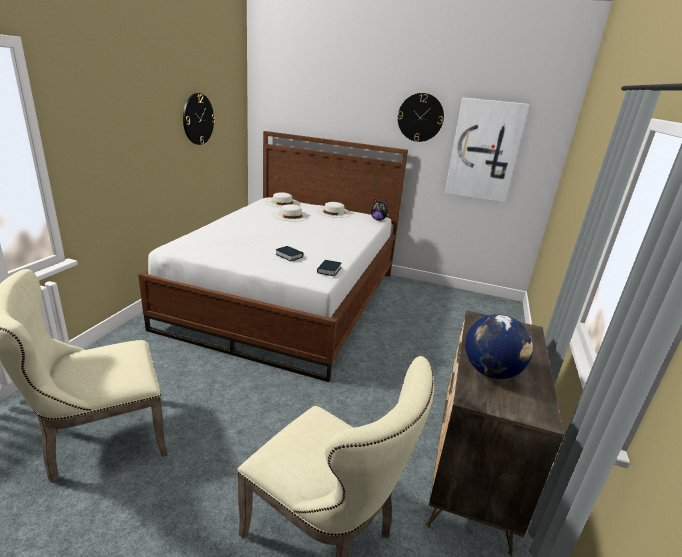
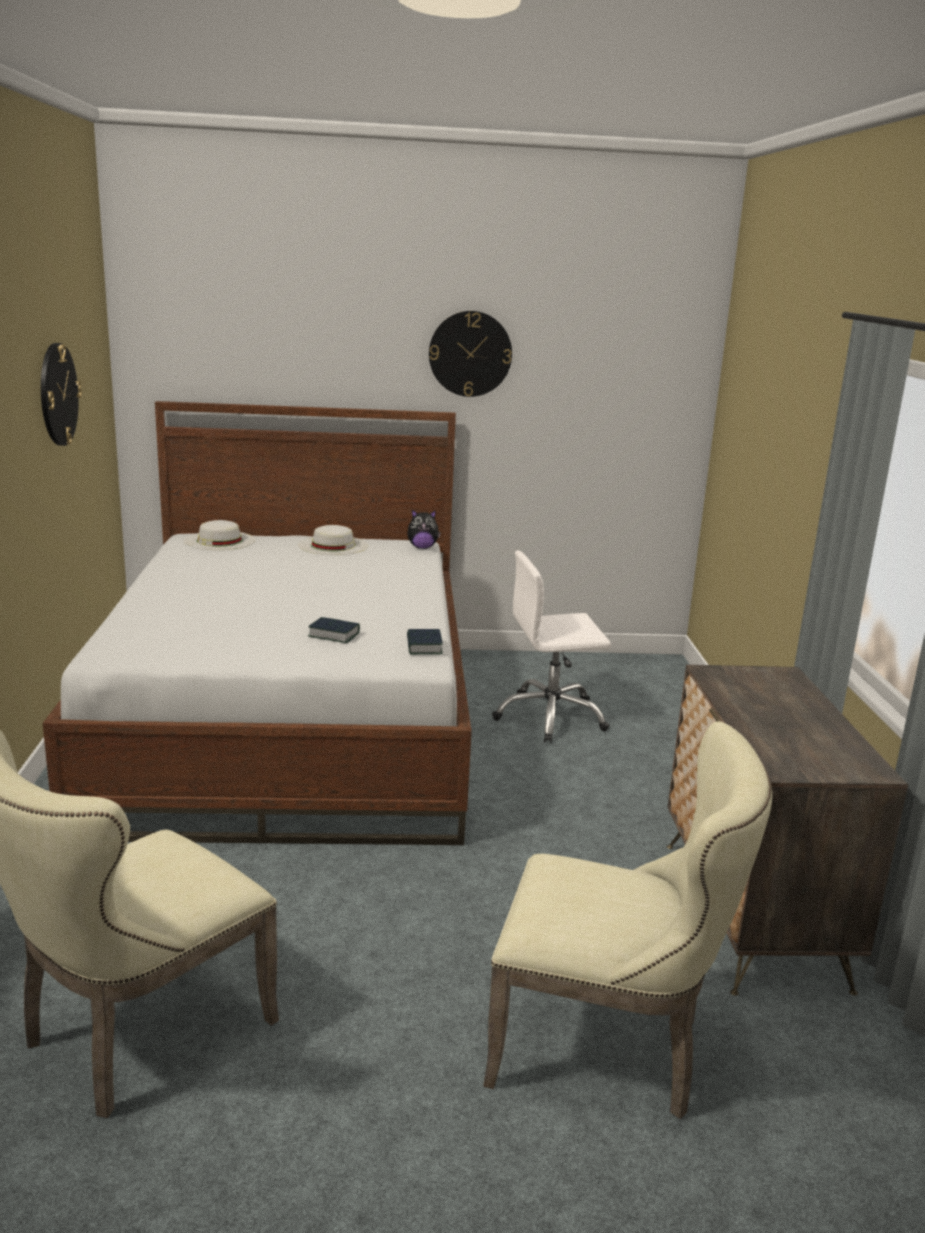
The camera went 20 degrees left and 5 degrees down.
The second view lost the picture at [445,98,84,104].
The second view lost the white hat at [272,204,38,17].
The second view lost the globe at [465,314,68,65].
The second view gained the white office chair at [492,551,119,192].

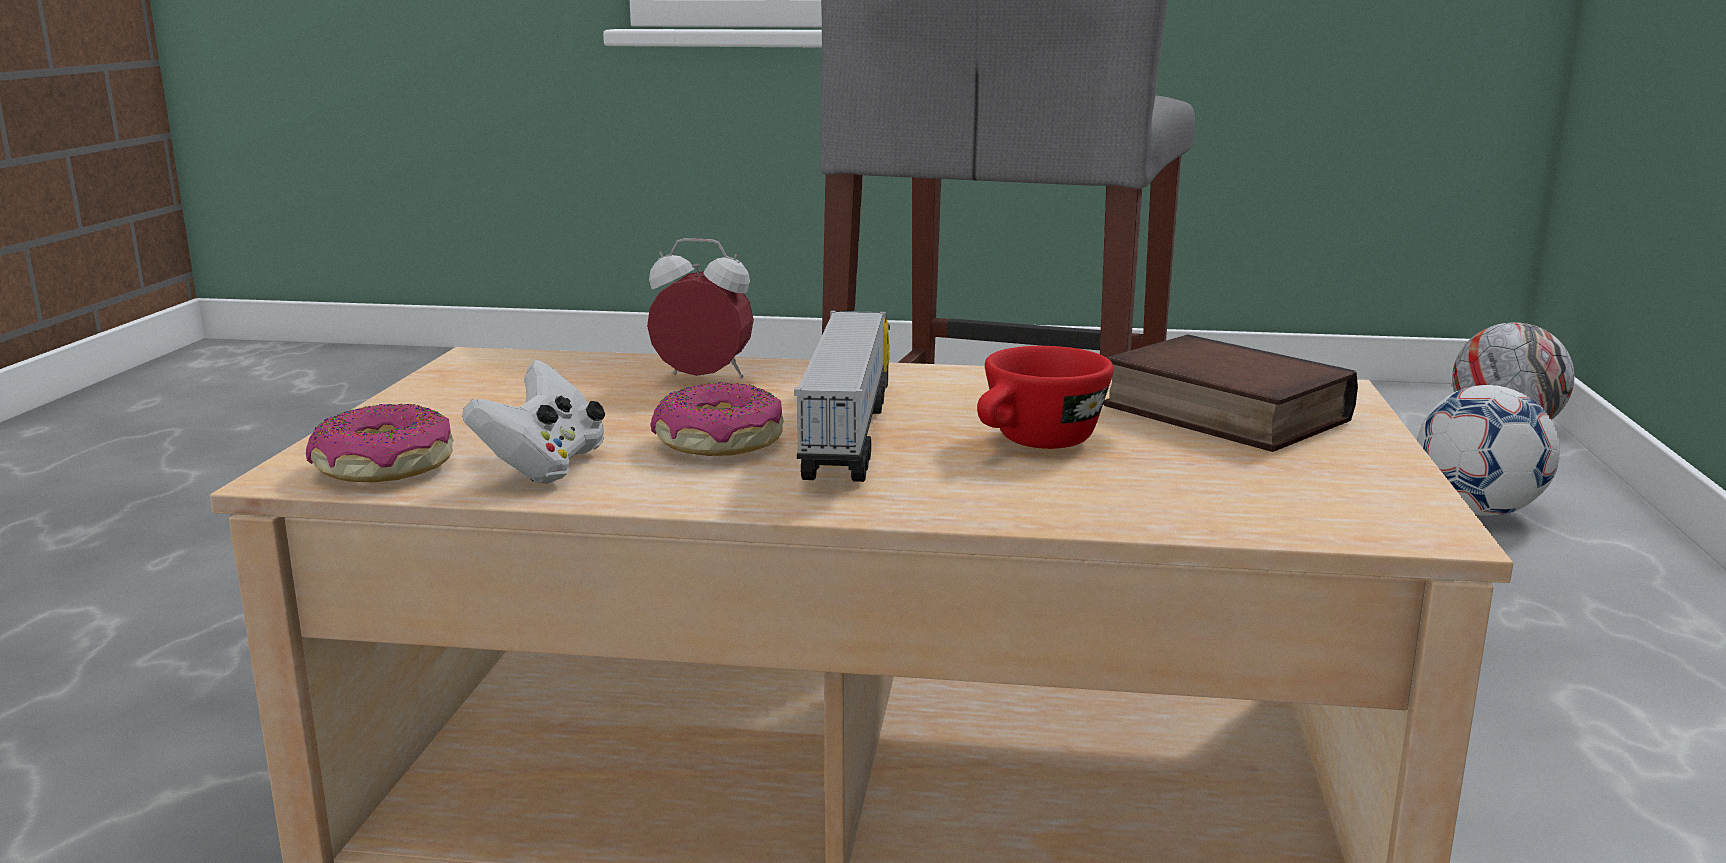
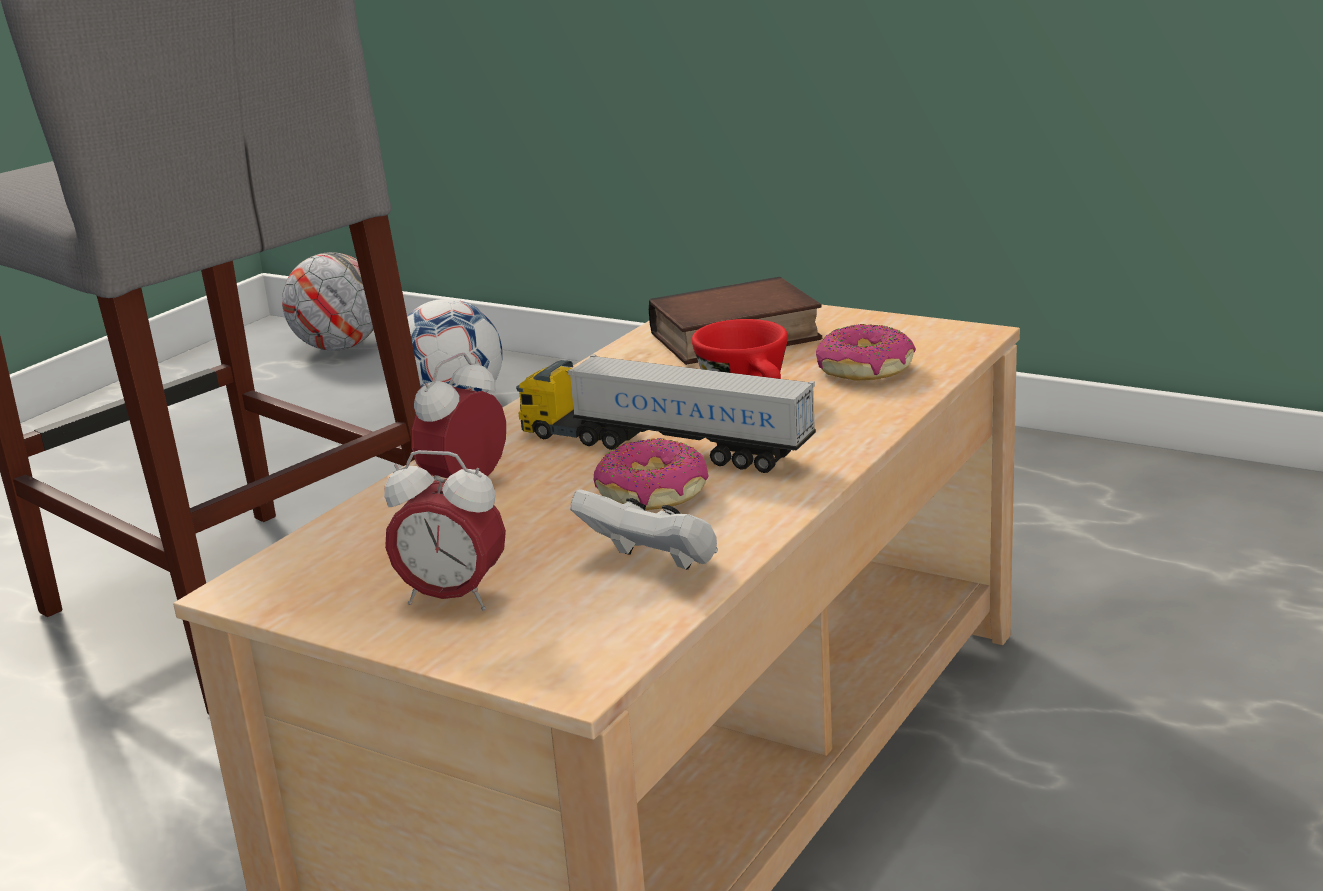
The camera went 65 degrees left and 5 degrees up.
The donut ended up elsewhere, having gone from [306,404,147,79] to [816,324,100,57].
The second view gained the alarm clock at [384,450,122,161].

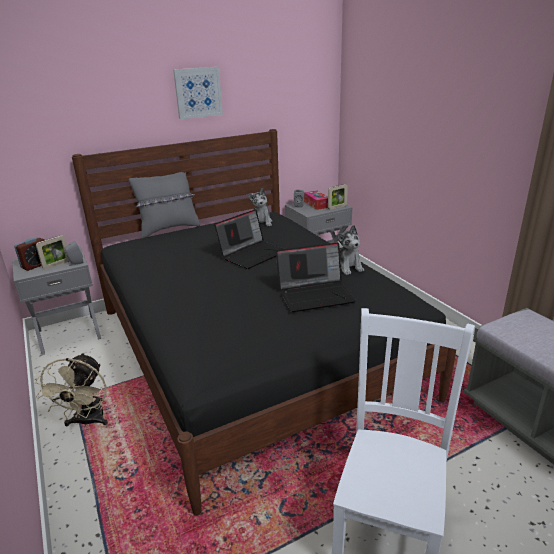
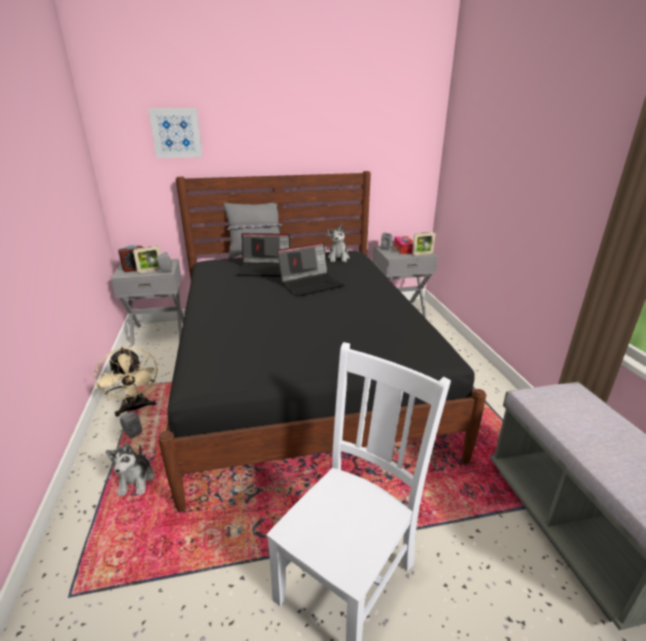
The camera went 15 degrees right and 0 degrees up.
The picture ended up elsewhere, having gone from [173,67,50,52] to [148,108,55,50].
The plush toy ended up elsewhere, having gone from [336,225,28,50] to [106,443,48,53].
The laptop ended up elsewhere, having gone from [276,242,80,70] to [236,233,54,44].
The beige fan at [36,353,72,75] ended up facing another way, 45 degrees counterclockwise from before.
The second view gained the grey speaker at [120,412,22,27].

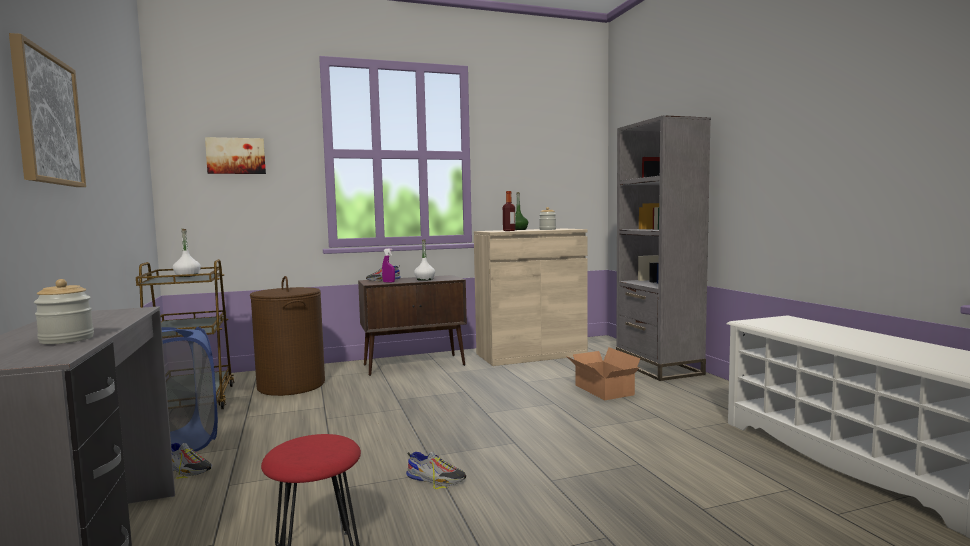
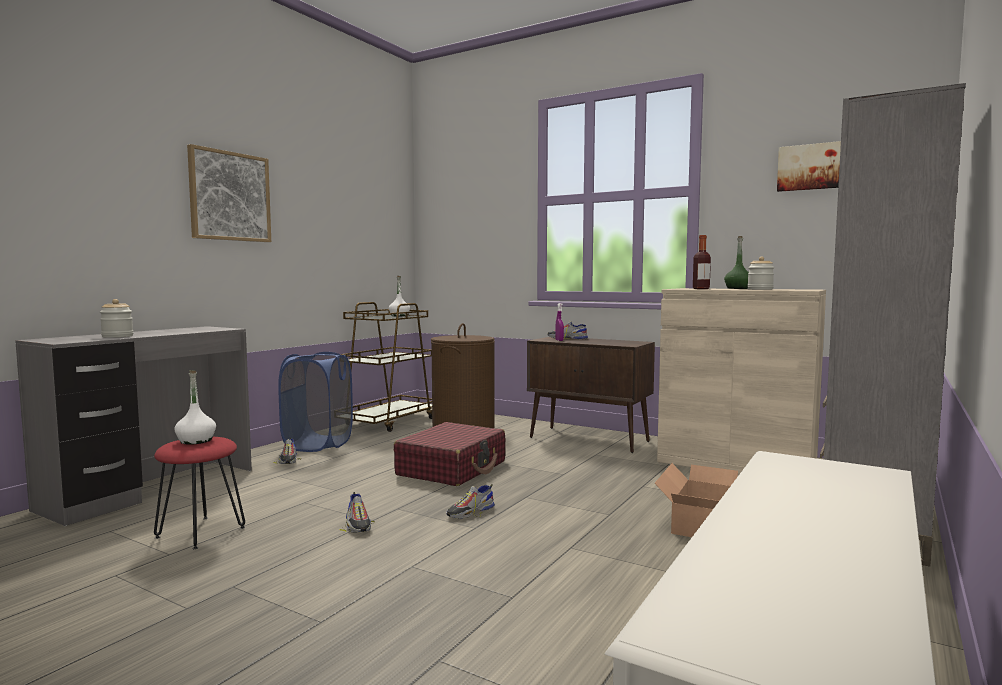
The camera went 50 degrees right and 0 degrees up.
The picture ended up elsewhere, having gone from [205,137,61,37] to [777,141,64,51].
The white bottle ended up elsewhere, having gone from [414,240,21,41] to [174,370,42,75].
The second view gained the red suitcase at [394,422,111,64].
The second view gained the shoe at [446,484,49,35].

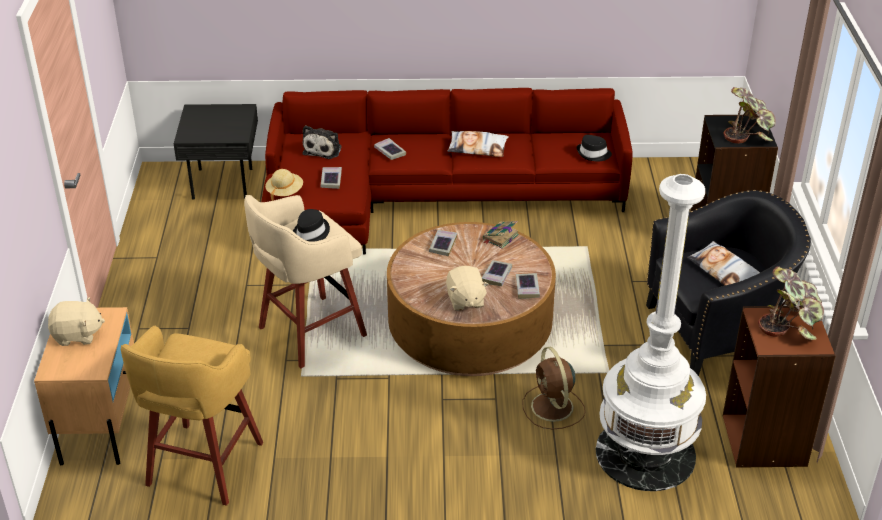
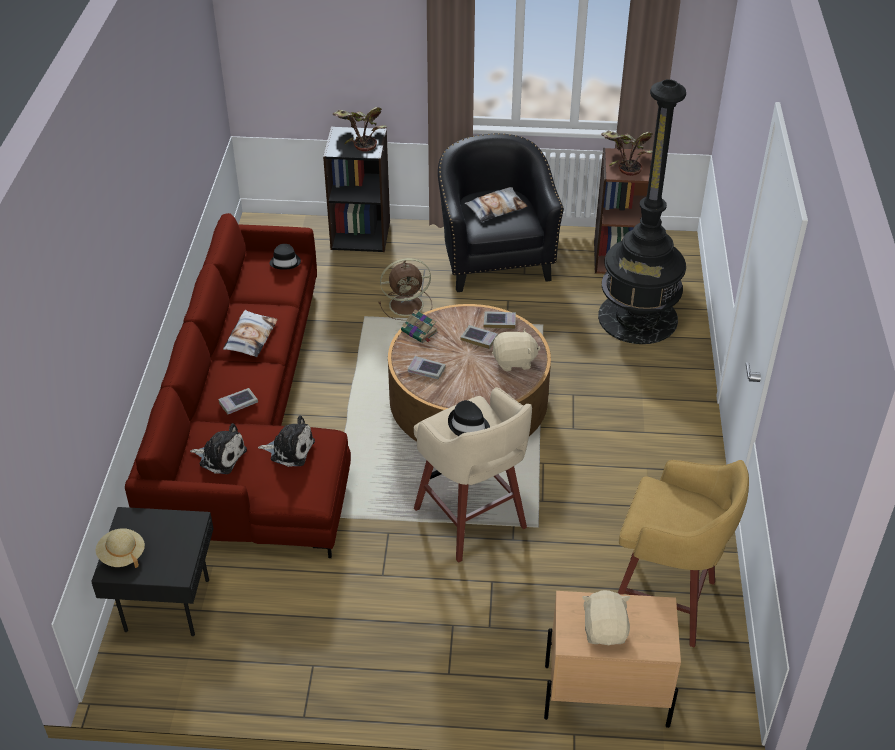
The camera went 85 degrees left and 5 degrees up.
Where the book stood at [321,167,21,22], the plush toy came to stand at [258,415,57,52].
The beige hat ended up elsewhere, having gone from [265,169,38,32] to [96,528,49,40].
What was the white floor lamp at [596,174,110,317] turned into the black floor lamp at [598,79,88,265].
The brown fan ended up elsewhere, having gone from [522,347,63,82] to [379,258,53,62].

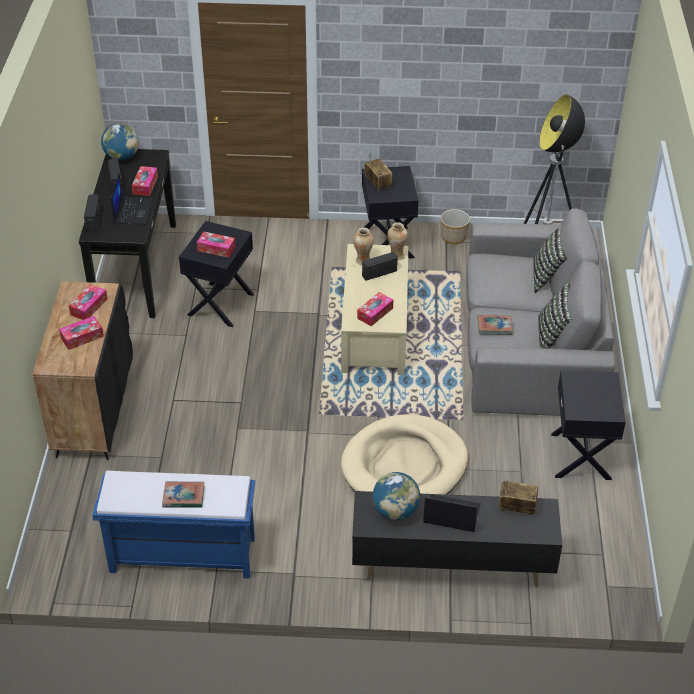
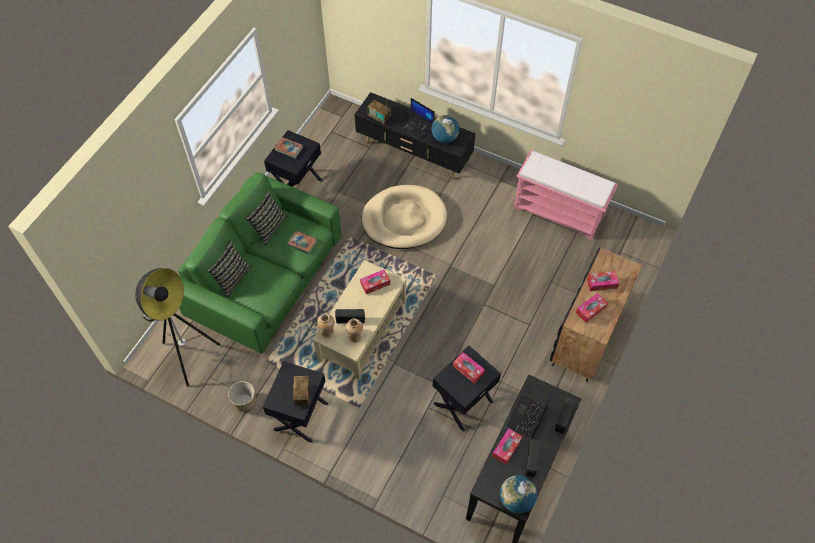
The camera went 155 degrees left and 15 degrees up.
What was the grey sofa at [466,208,149,208] turned into the green sofa at [178,173,164,181].
What was the blue bench at [92,470,163,109] turned into the pink bench at [514,150,104,90].
The book ended up elsewhere, having gone from [162,482,43,26] to [274,137,29,22].

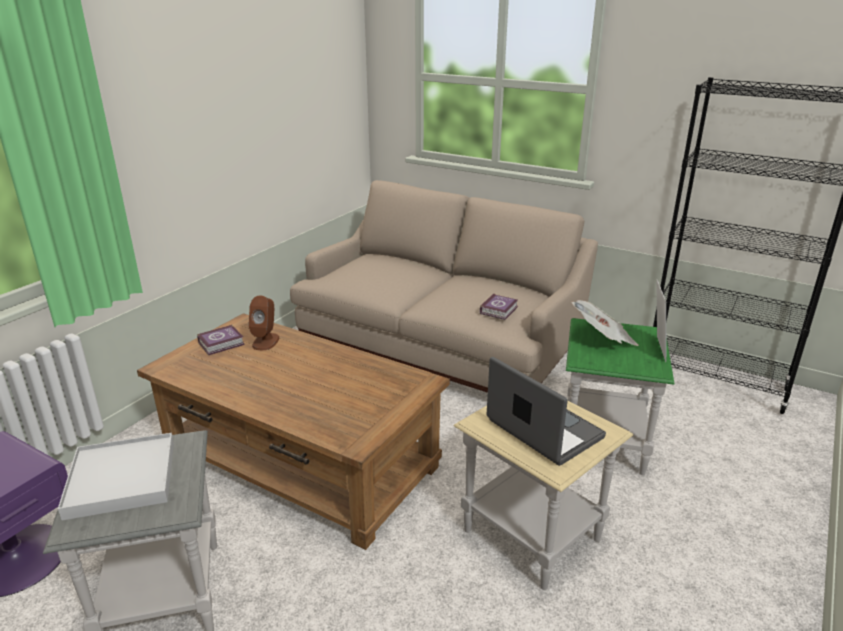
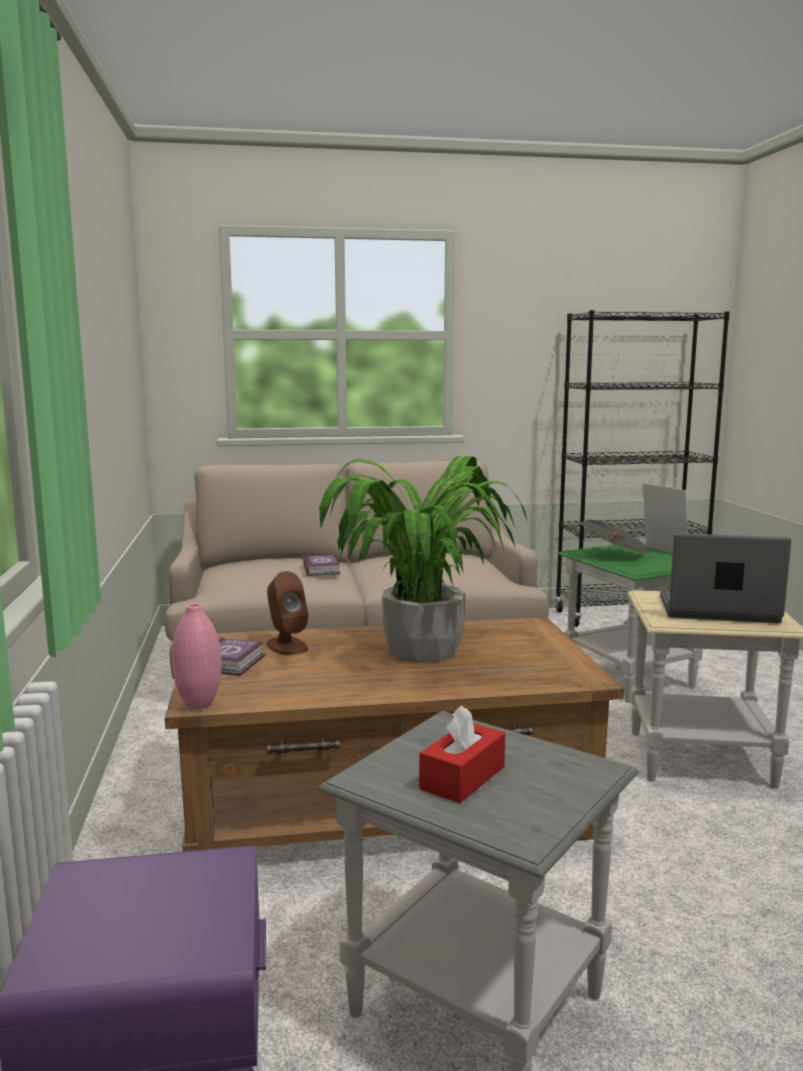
The camera went 40 degrees left and 15 degrees down.
The book ended up elsewhere, having gone from [480,294,38,26] to [303,555,38,21].
Where the white tray stood at [58,433,116,87], the red tissue box came to stand at [419,705,86,98].
The second view gained the potted plant at [319,456,208,207].
The second view gained the pink vase at [172,603,49,107].

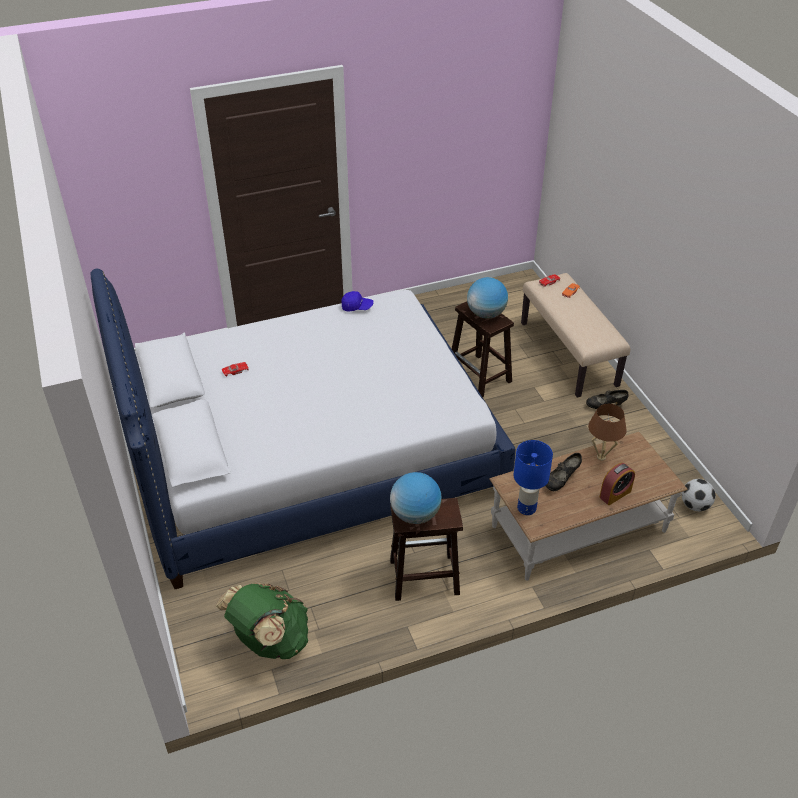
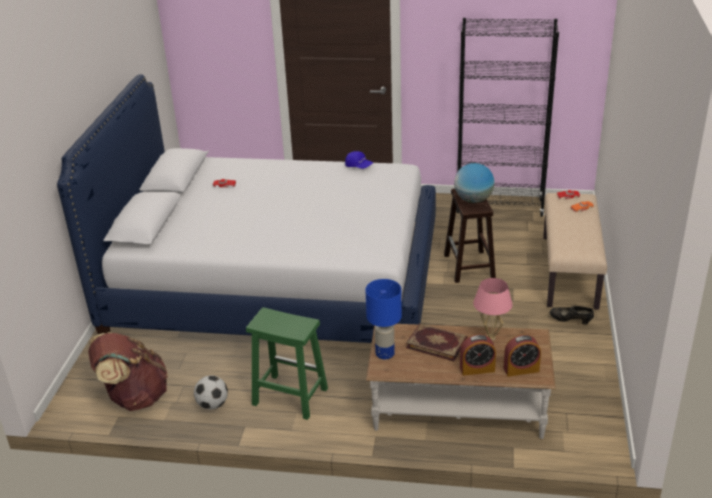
The camera went 30 degrees right and 10 degrees down.
What was the brown table lamp at [588,404,39,57] turned into the pink table lamp at [473,278,39,62].
Where the black shoe stood at [545,453,37,38], the book came to stand at [406,323,61,38].
The second view lost the globe at [390,472,52,52].
The football ended up elsewhere, having gone from [681,479,35,32] to [194,375,34,35].
What was the brown stool at [390,498,73,103] turned into the green stool at [246,307,82,113].
What was the green backpack at [216,583,92,76] turned into the brown backpack at [88,332,80,79].
The second view gained the black bookcase at [456,18,103,199].
The second view gained the alarm clock at [504,335,37,42].

